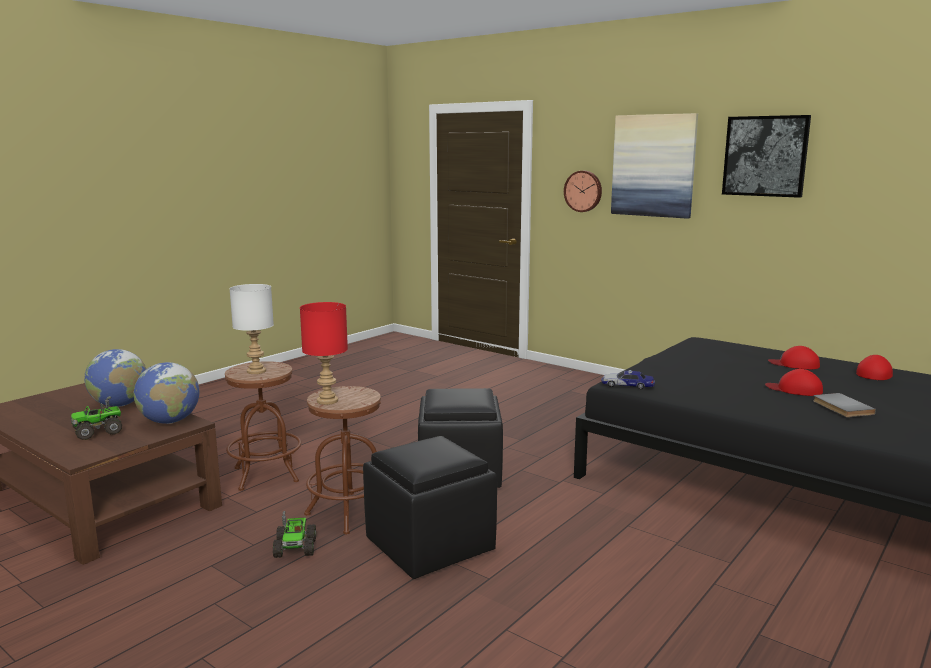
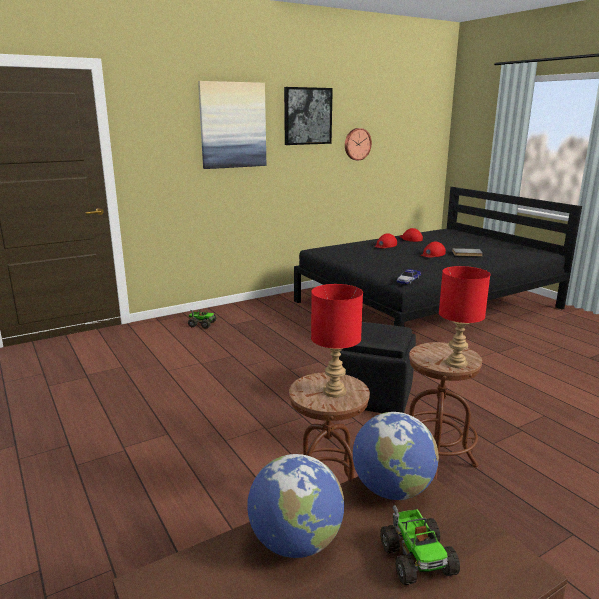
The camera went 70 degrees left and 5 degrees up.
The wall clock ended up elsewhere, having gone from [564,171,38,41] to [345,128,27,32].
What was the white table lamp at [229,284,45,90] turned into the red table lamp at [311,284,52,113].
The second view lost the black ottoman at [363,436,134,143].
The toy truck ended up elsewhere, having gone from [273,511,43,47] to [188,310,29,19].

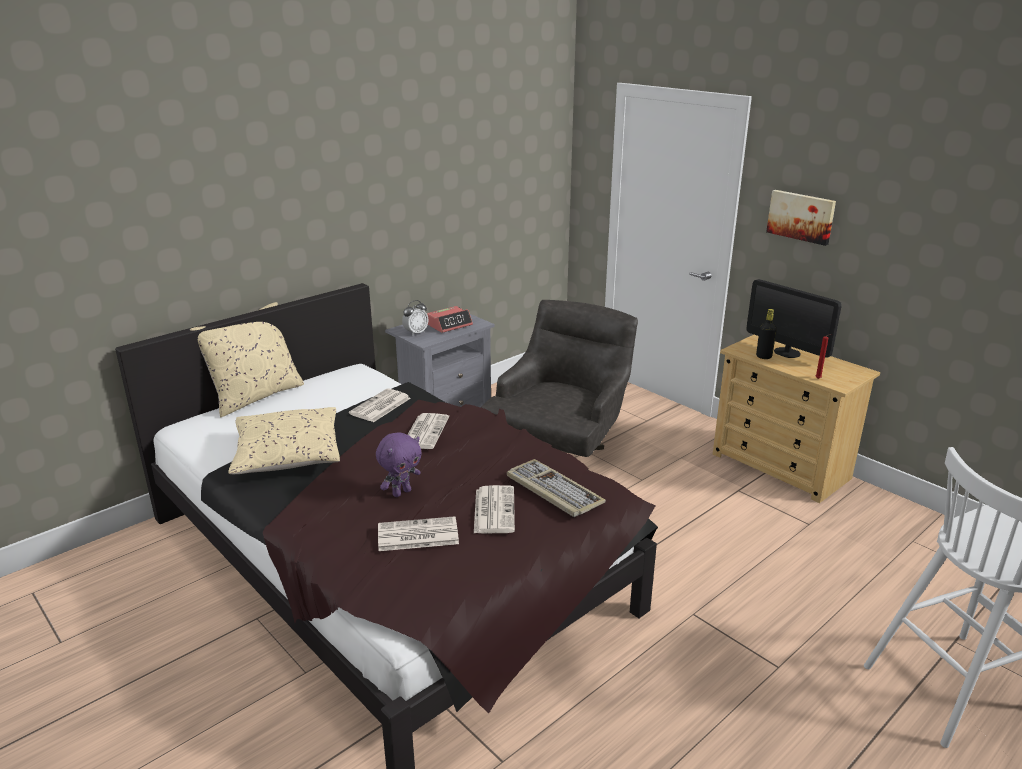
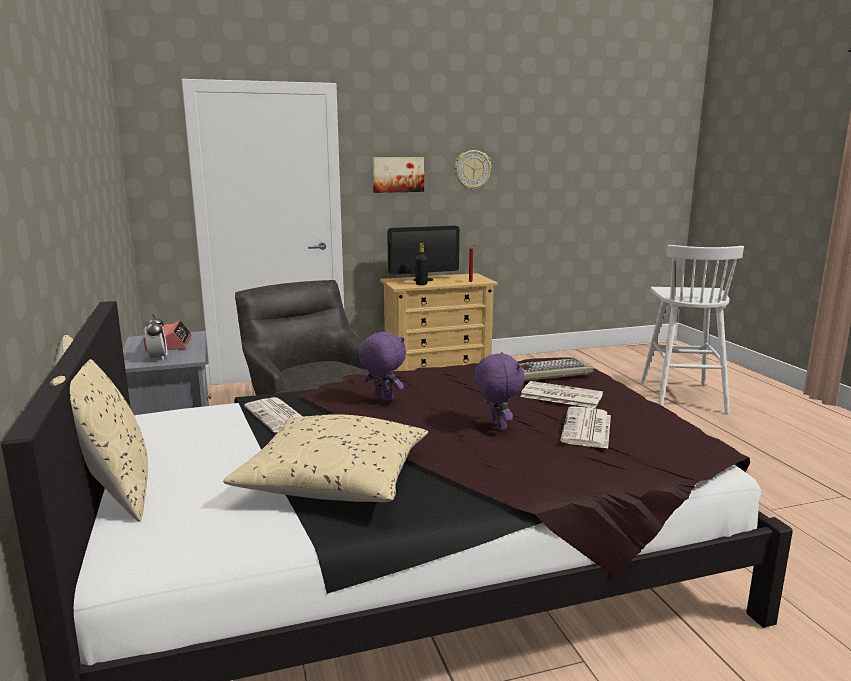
The camera went 65 degrees left and 10 degrees down.
Where the newspaper stood at [407,413,42,36], the purple plush toy came to stand at [359,332,47,69].
The second view gained the wall clock at [455,150,36,41].

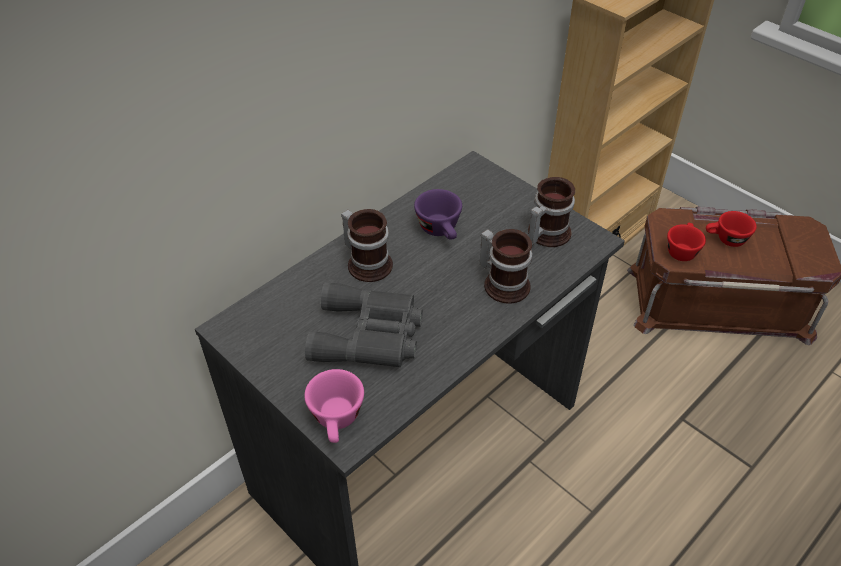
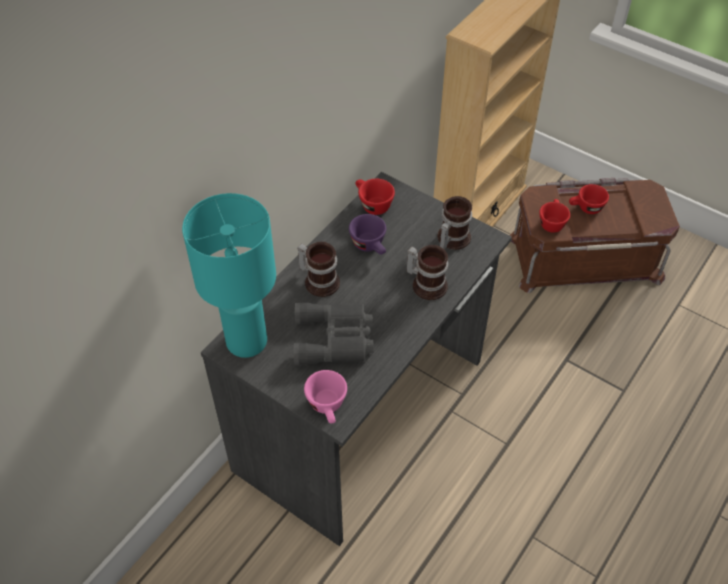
The camera went 10 degrees left and 5 degrees up.
The second view gained the red cup at [355,179,40,36].
The second view gained the turquoise table lamp at [182,193,94,165].

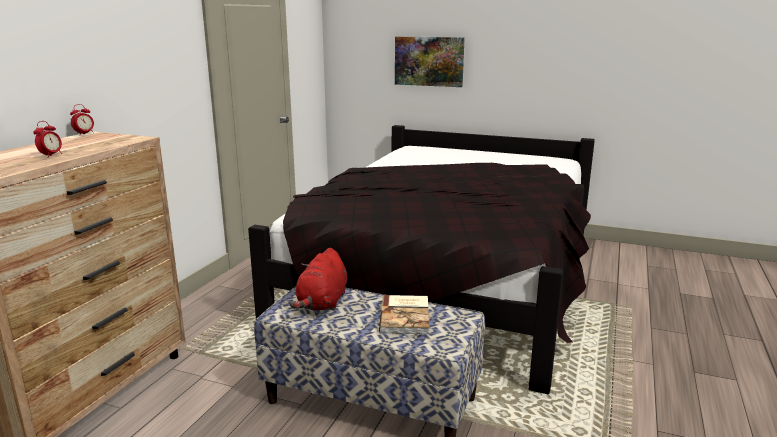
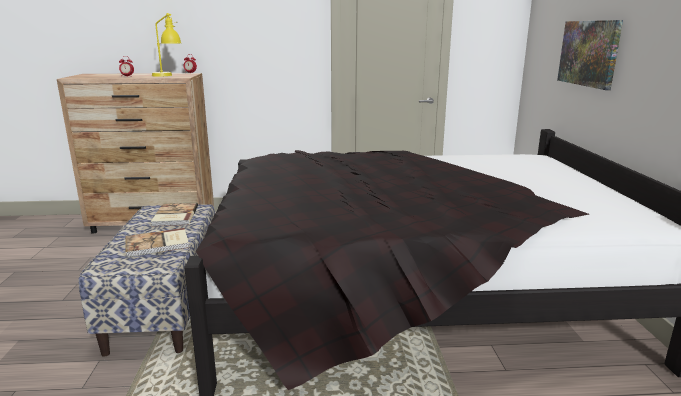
The camera went 65 degrees right and 0 degrees up.
Where the red plush toy stood at [290,248,57,62], the book came to stand at [151,202,47,24].
The second view gained the yellow table lamp at [152,13,29,64].

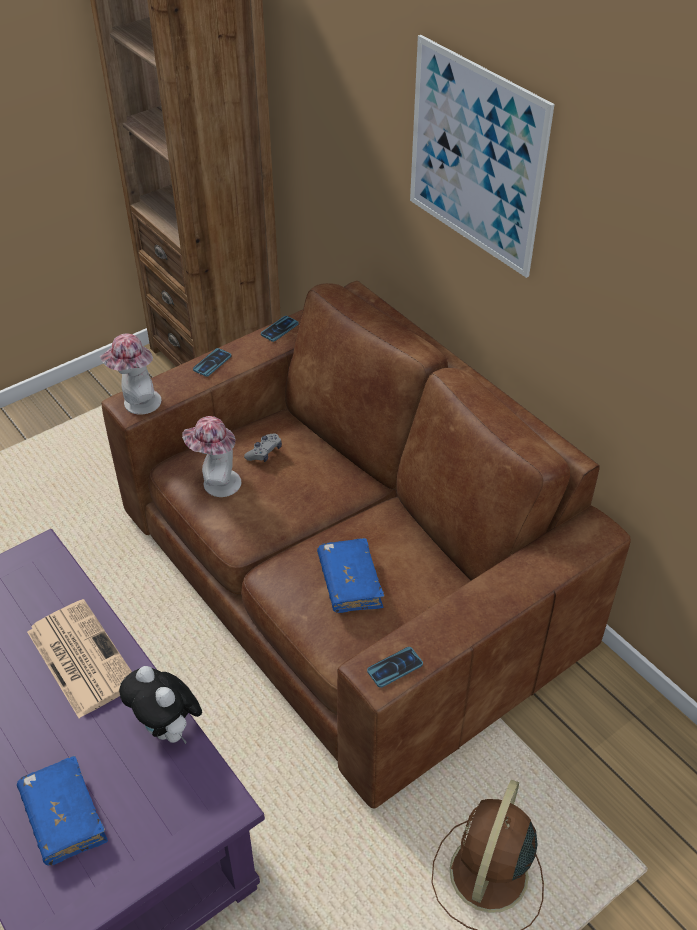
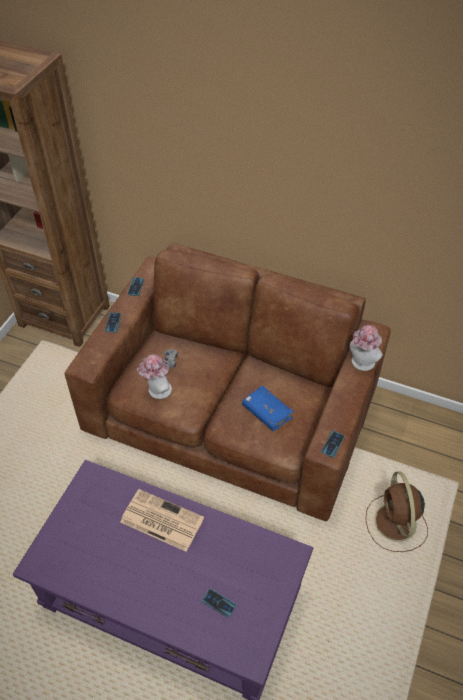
The camera went 30 degrees left and 5 degrees up.
The second view lost the picture at [410,35,145,243].
The hat ended up elsewhere, having gone from [100,334,62,81] to [350,325,33,46].
The second view lost the plush toy at [119,666,83,78].
Where the blue book stood at [17,756,91,109], the phone came to stand at [202,589,34,29].

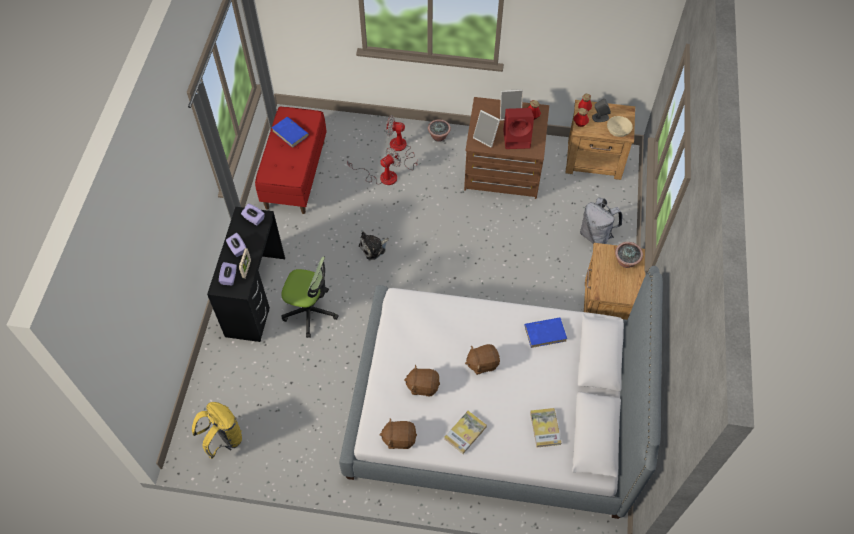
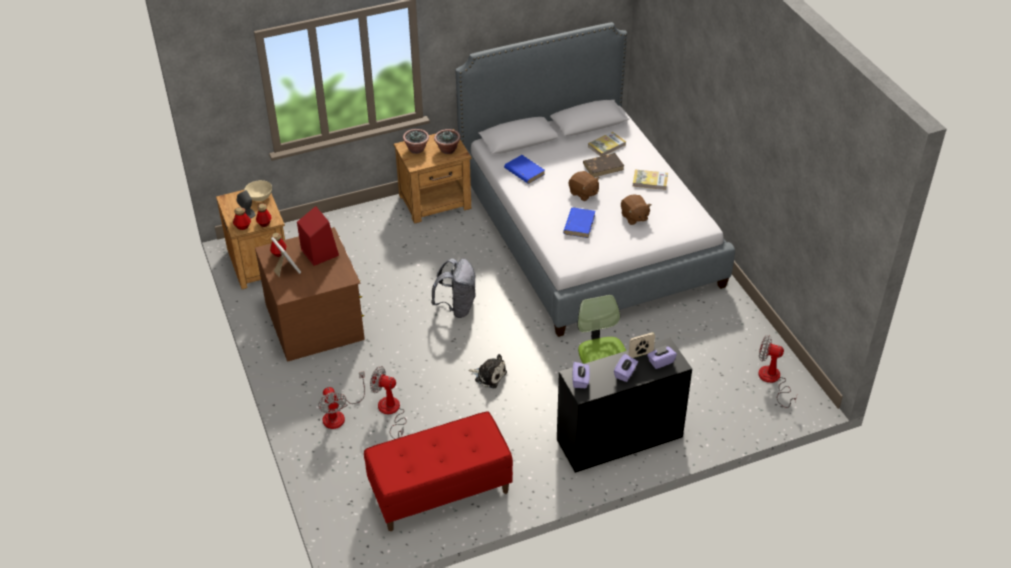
The camera went 120 degrees left and 15 degrees down.
The second view lost the picture frame at [473,110,27,37].
The blue book ended up elsewhere, having gone from [272,117,37,31] to [563,208,32,30].
The potted plant ended up elsewhere, having gone from [428,119,23,23] to [434,129,26,25].
The grey backpack ended up elsewhere, having gone from [580,197,42,47] to [431,258,45,60].
Where the yellow backpack stood at [192,402,50,57], the fan came to stand at [758,335,40,73].
The second view lost the brown plush toy at [379,419,38,30].
The second view gained the brown book at [583,153,41,24].

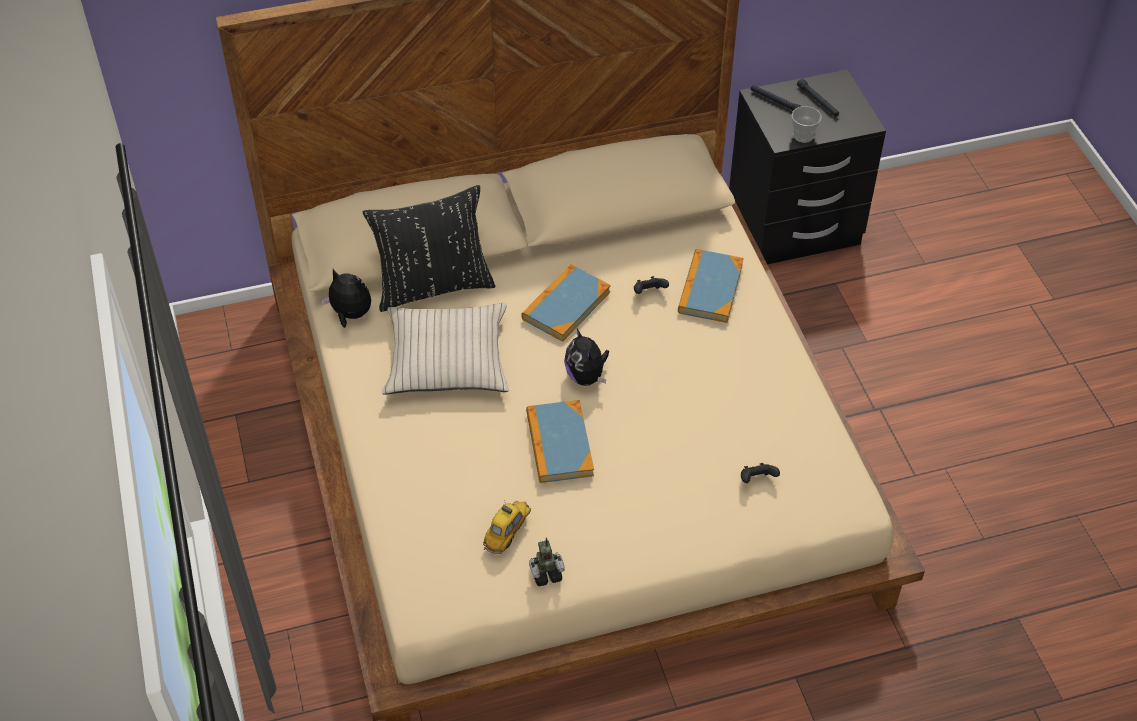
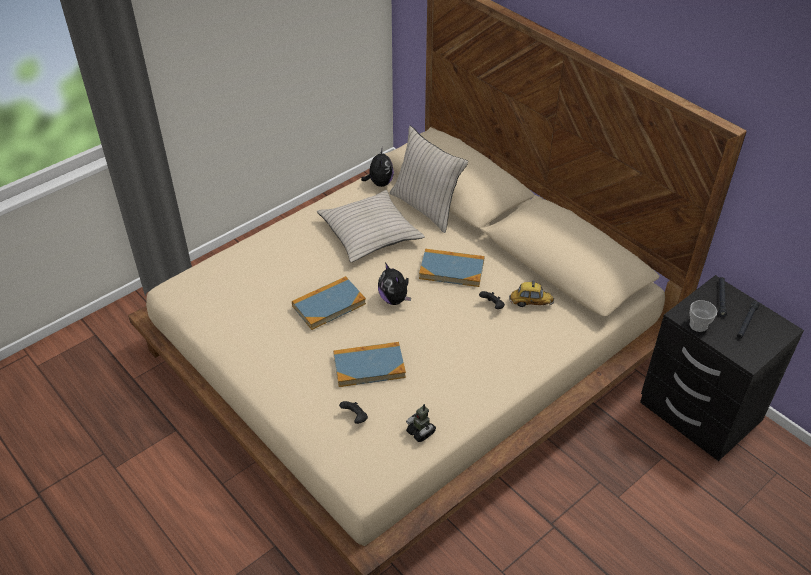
The camera went 65 degrees right and 5 degrees down.
What was the black pillow at [363,185,132,127] turned into the beige pillow at [390,126,78,107].
The book ended up elsewhere, having gone from [678,249,66,74] to [333,342,73,45].
The plush toy at [564,328,45,58] ended up facing another way, 75 degrees counterclockwise from before.
The toy car ended up elsewhere, having gone from [483,500,48,54] to [509,280,45,27].
The toy robot ended up elsewhere, having gone from [529,537,36,50] to [406,404,30,38].

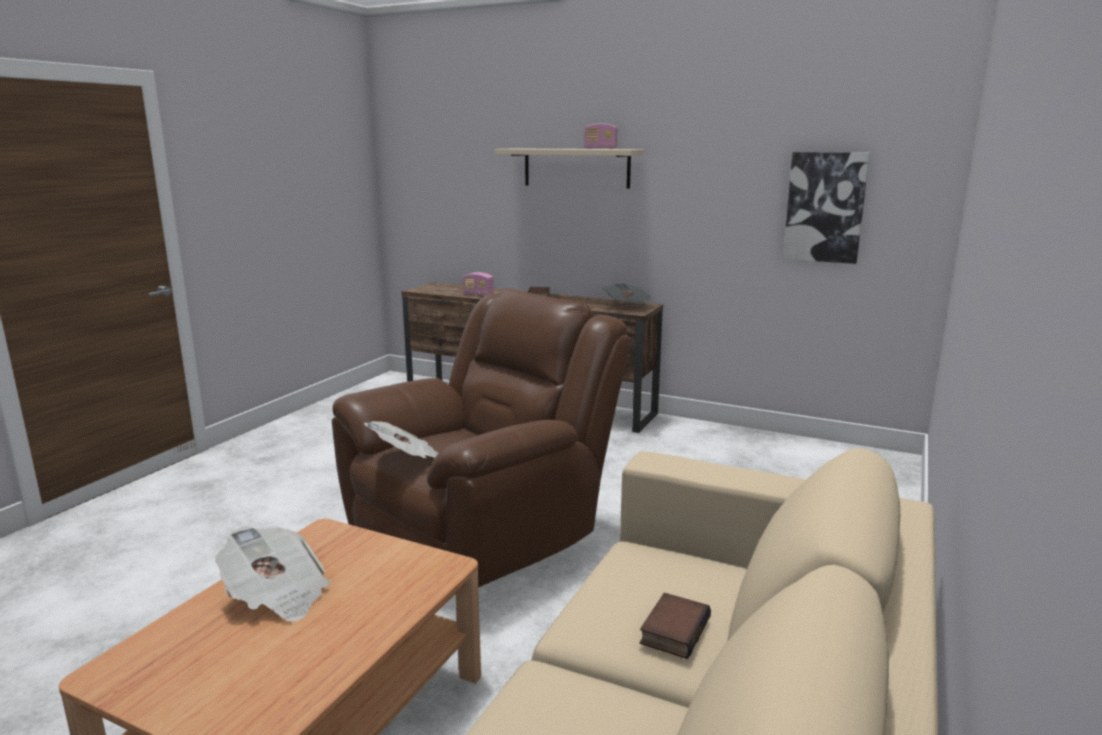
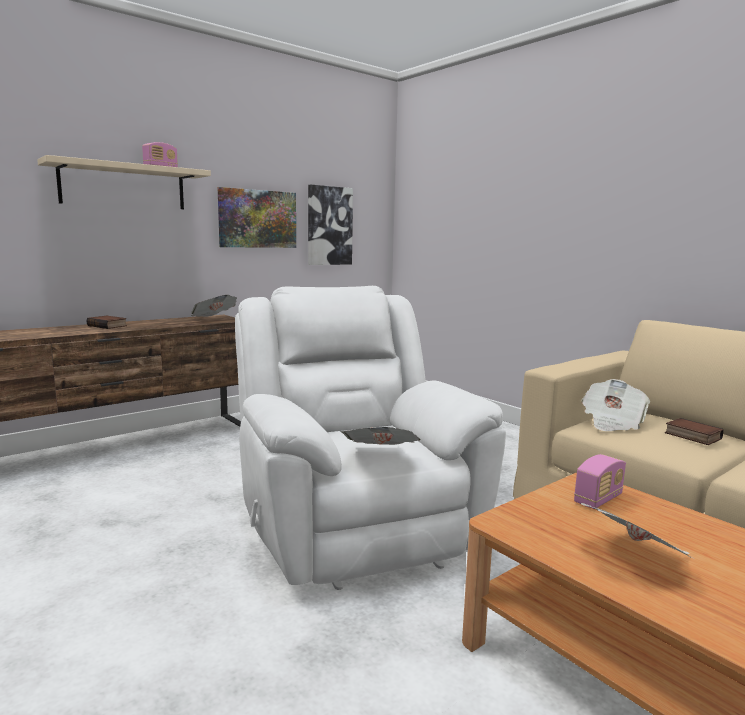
The camera went 65 degrees left and 5 degrees down.
The radio ended up elsewhere, having gone from [463,272,31,24] to [574,454,52,55].
What was the brown armchair at [332,288,298,300] turned into the white armchair at [235,286,271,304].
The second view gained the picture at [218,187,78,61].
The second view gained the newspaper at [581,379,69,52].

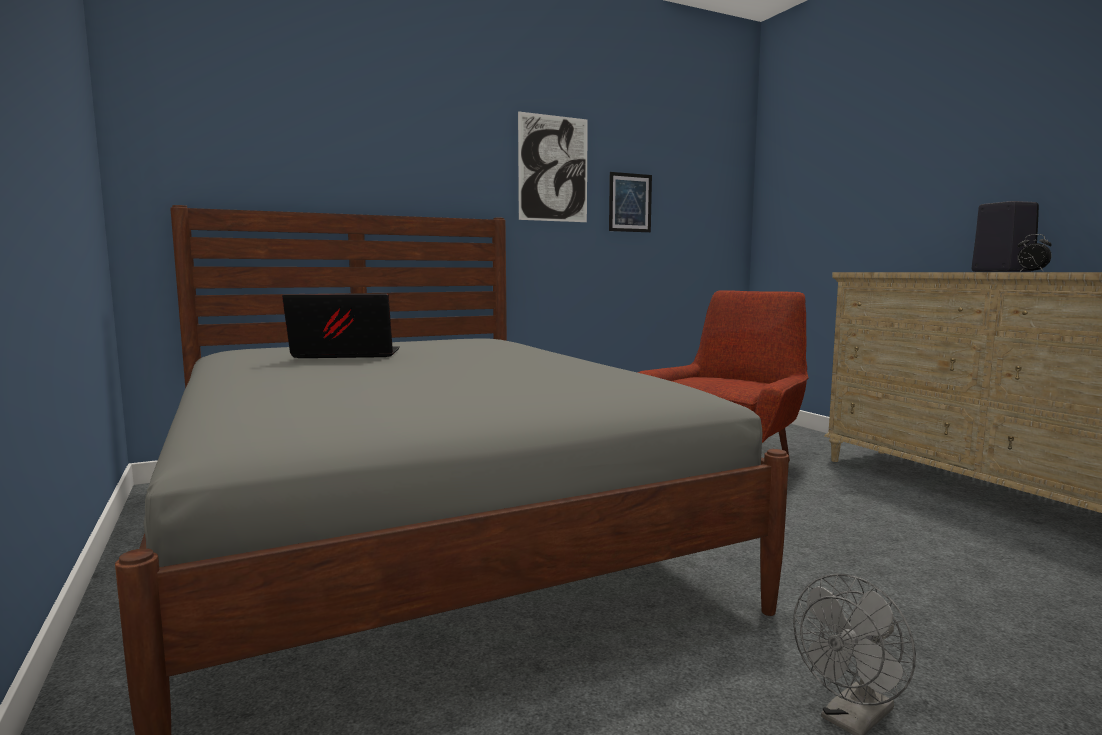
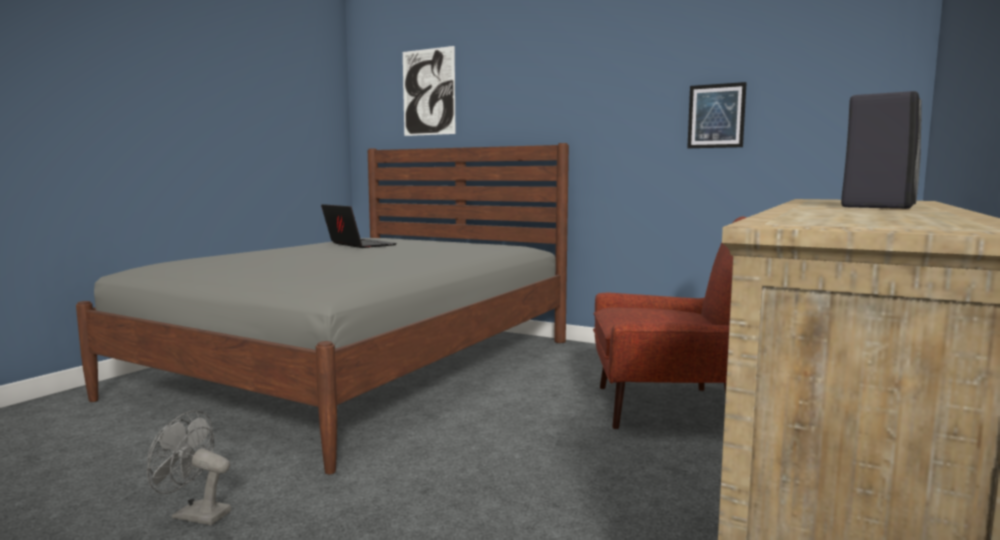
The camera went 55 degrees right and 0 degrees up.
The picture ended up elsewhere, having gone from [518,111,70,111] to [403,46,53,90].
The second view lost the alarm clock at [1017,234,35,38].

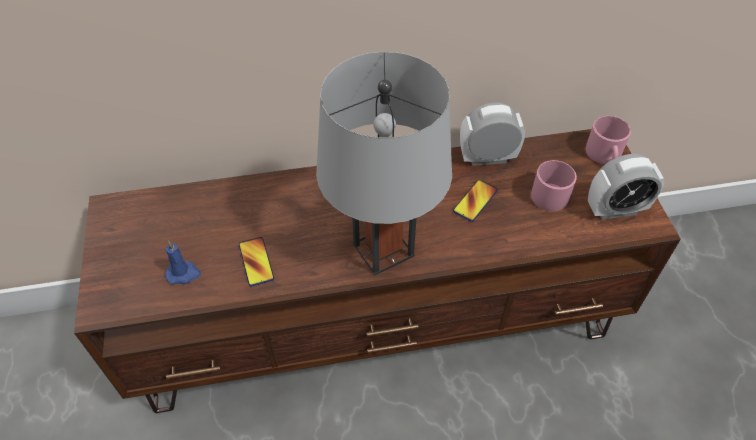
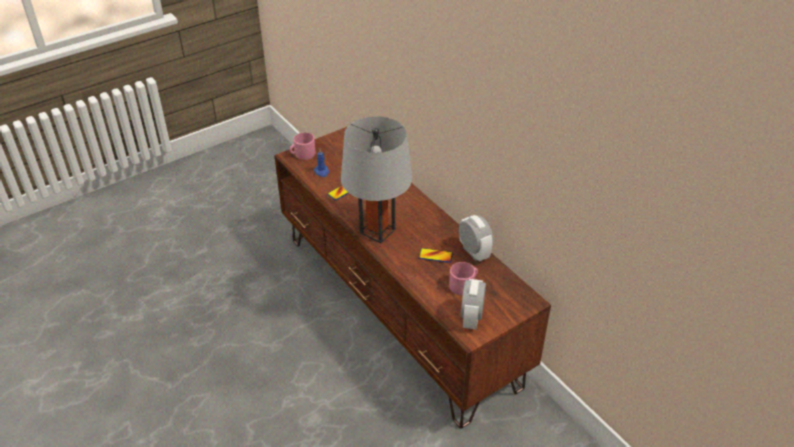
The camera went 65 degrees right and 10 degrees down.
The pink mug ended up elsewhere, having gone from [586,116,45,48] to [289,133,26,27].
The alarm clock at [588,154,76,66] ended up facing another way, 45 degrees clockwise from before.

